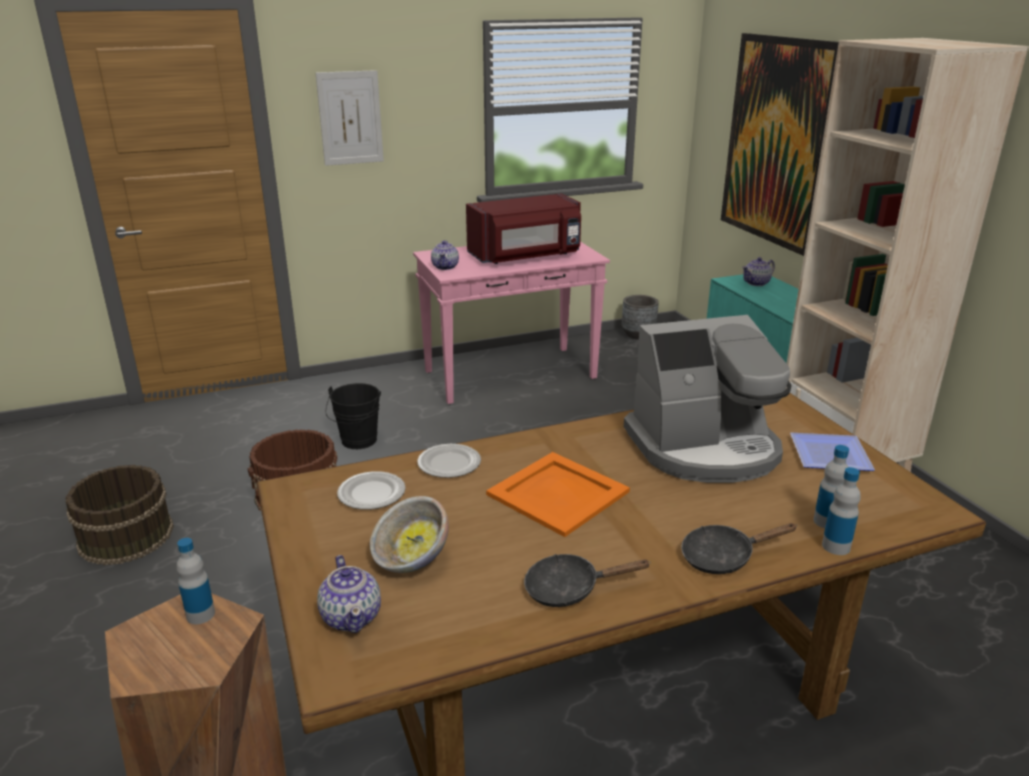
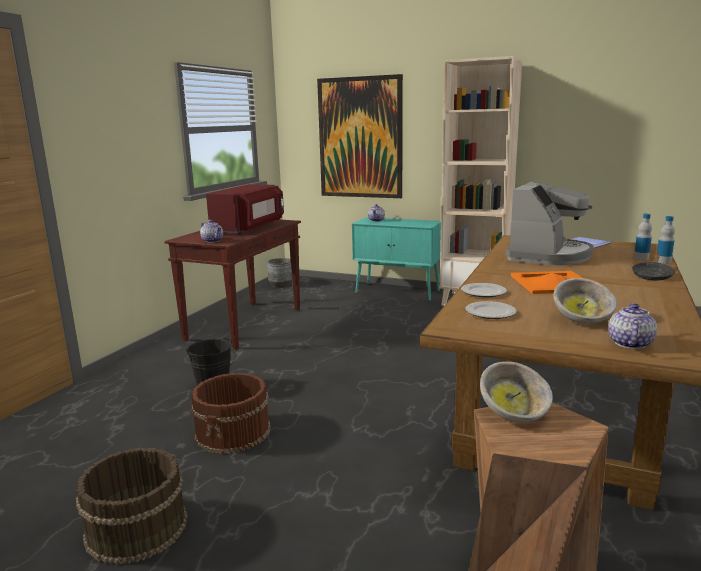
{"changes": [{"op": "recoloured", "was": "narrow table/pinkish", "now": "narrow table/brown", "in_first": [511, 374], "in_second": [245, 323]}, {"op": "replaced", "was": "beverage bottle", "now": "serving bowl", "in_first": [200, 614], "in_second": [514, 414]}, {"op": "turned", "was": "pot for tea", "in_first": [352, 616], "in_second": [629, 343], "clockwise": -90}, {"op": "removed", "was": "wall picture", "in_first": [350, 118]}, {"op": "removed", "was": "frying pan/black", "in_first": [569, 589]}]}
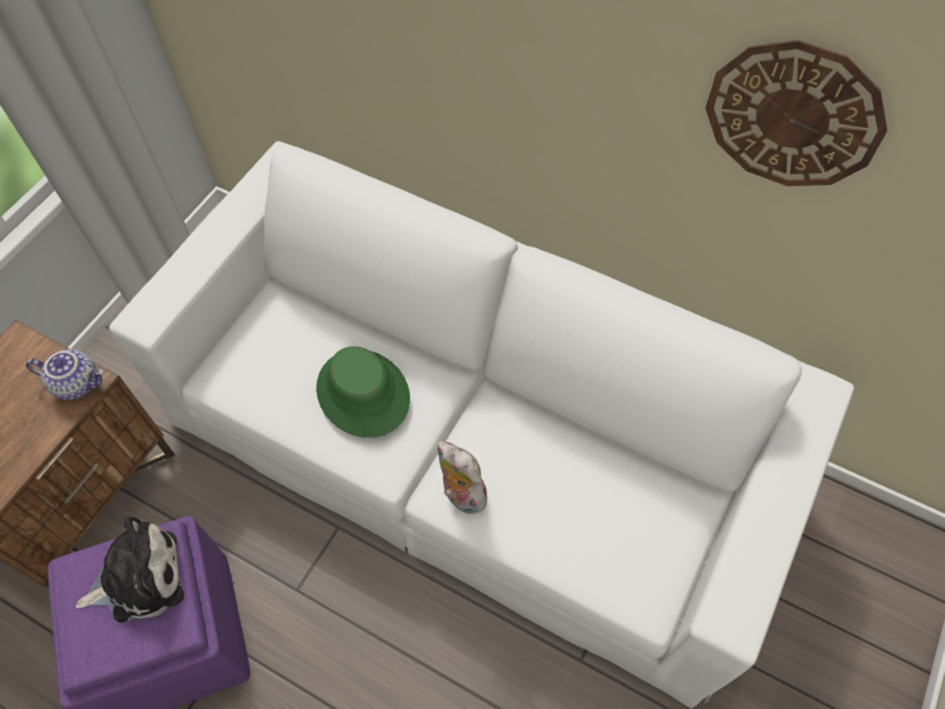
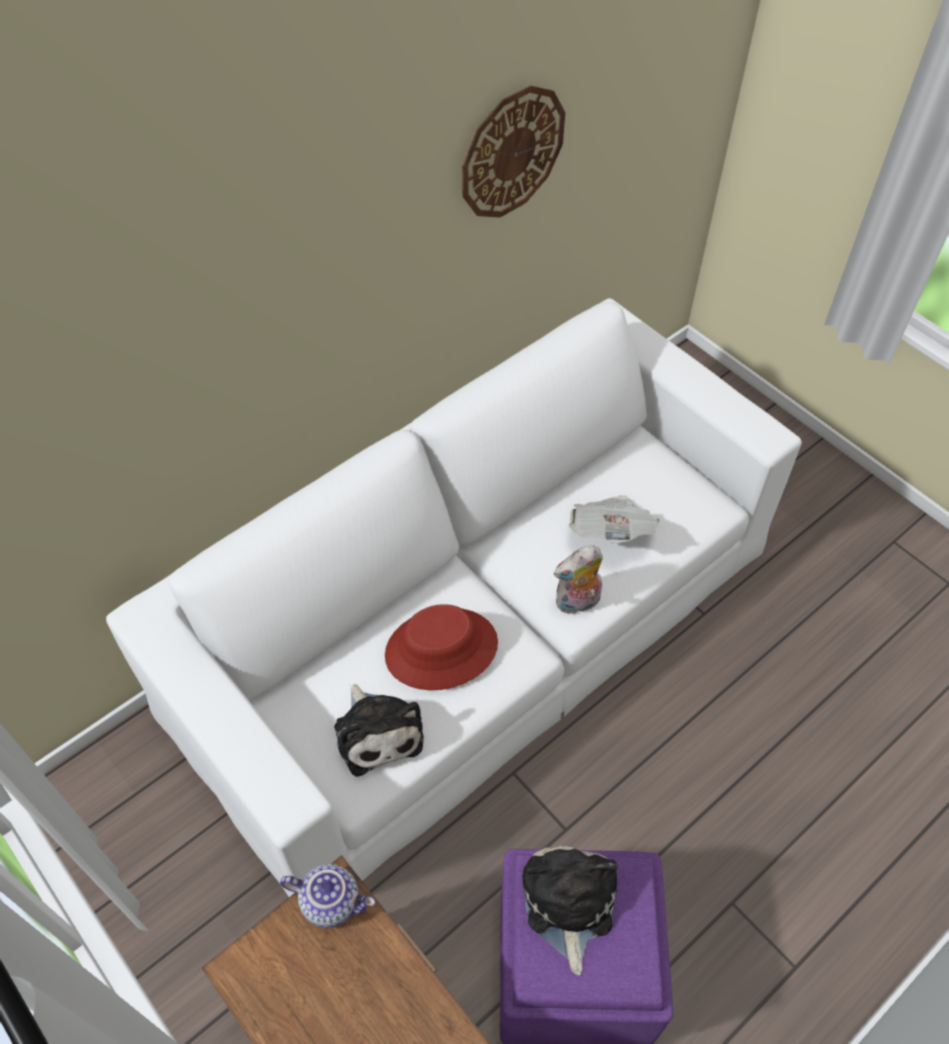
{"changes": [{"op": "turned", "was": "pot for tea", "in_first": [78, 382], "in_second": [332, 901], "clockwise": 75}, {"op": "added", "now": "plush toy", "in_second": [377, 731]}, {"op": "recoloured", "was": "hat/greenish", "now": "hat/red", "in_first": [362, 393], "in_second": [441, 650]}, {"op": "added", "now": "printed paper", "in_second": [610, 532]}]}
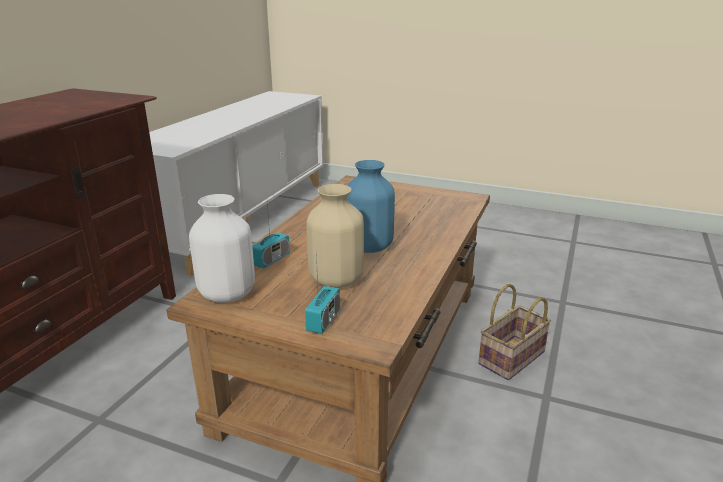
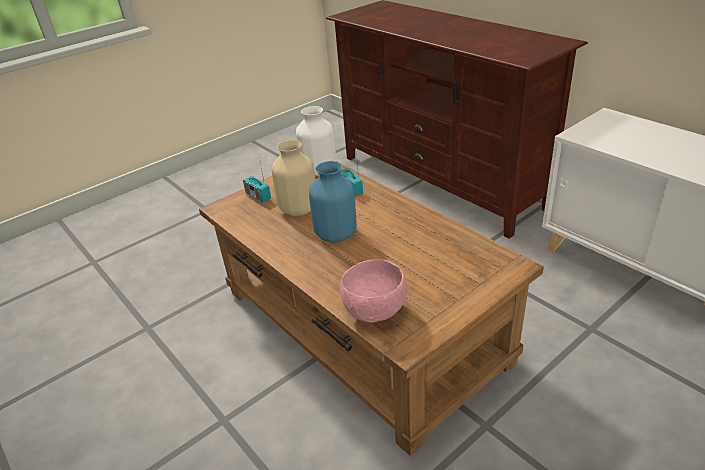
{"changes": [{"op": "added", "now": "serving bowl/pinkish", "in_second": [376, 312]}, {"op": "removed", "was": "storage basket", "in_first": [512, 359]}]}
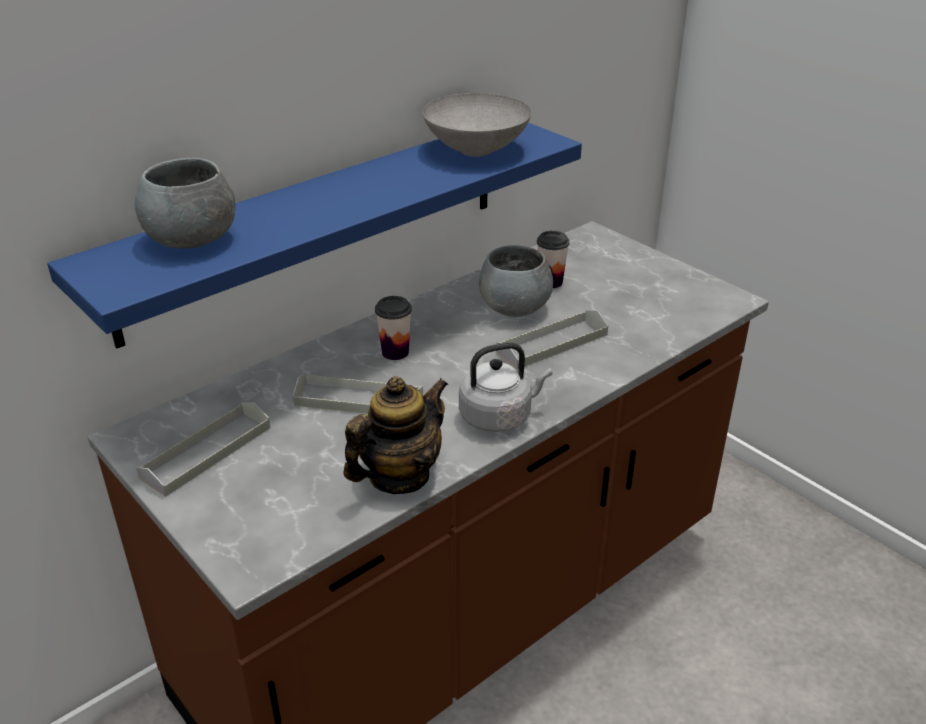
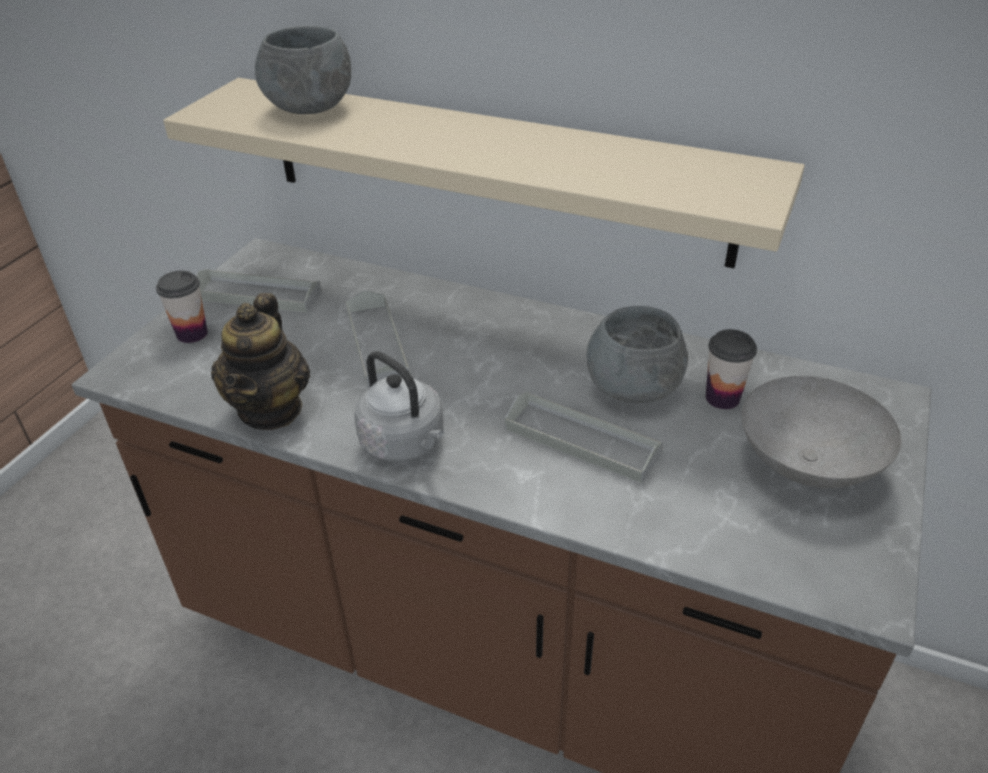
{"changes": [{"op": "moved", "was": "small cup", "in_first": [395, 352], "in_second": [192, 334]}, {"op": "recoloured", "was": "bracket shelf/bluish", "now": "bracket shelf/beige", "in_first": [319, 224], "in_second": [491, 169]}, {"op": "turned", "was": "pot for tea", "in_first": [399, 476], "in_second": [271, 409], "clockwise": 75}, {"op": "moved", "was": "serving bowl/gray", "in_first": [476, 151], "in_second": [805, 466]}]}
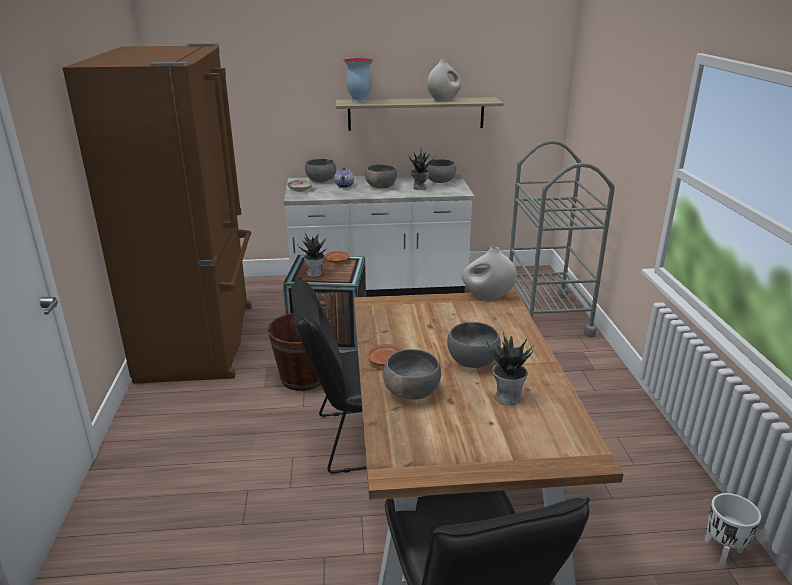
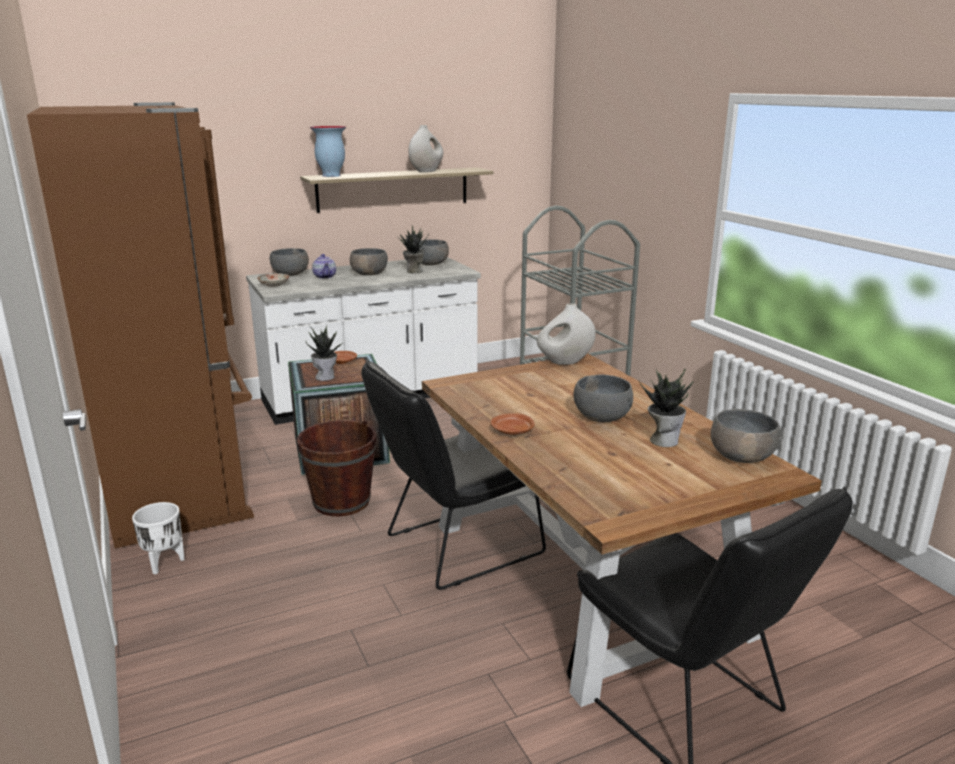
{"changes": [{"op": "moved", "was": "flower pot/white", "in_first": [722, 551], "in_second": [164, 562]}, {"op": "moved", "was": "serving bowl/gray", "in_first": [411, 392], "in_second": [741, 457]}]}
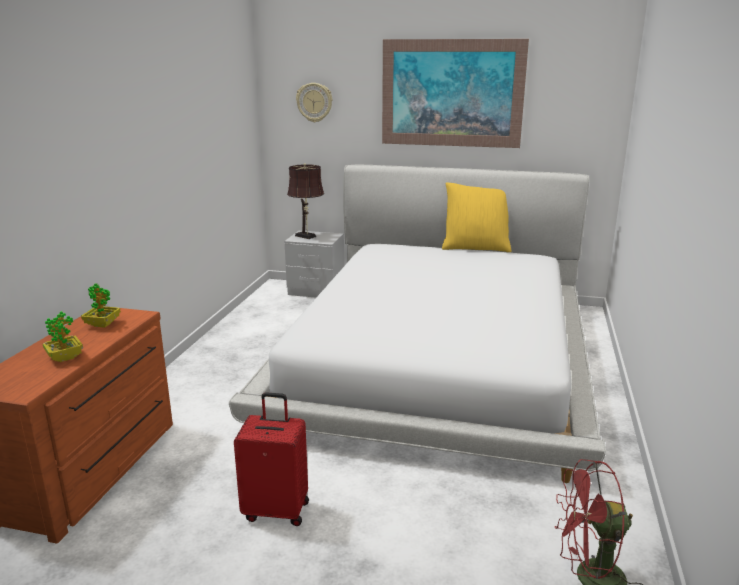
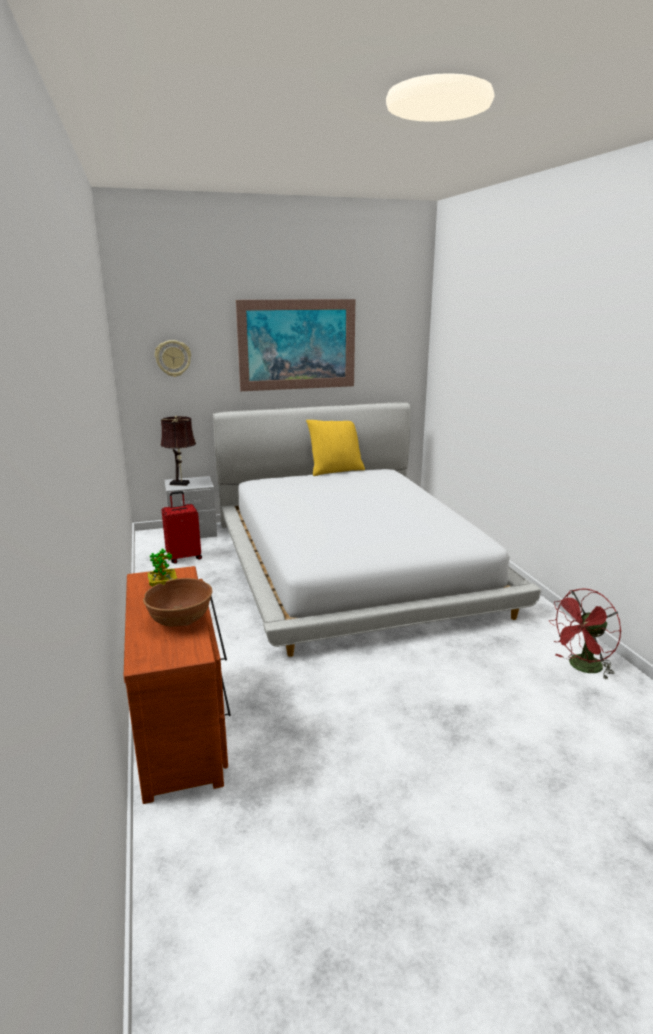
{"changes": [{"op": "replaced", "was": "plant in a pot", "now": "serving bowl/brown", "in_first": [65, 358], "in_second": [180, 620]}, {"op": "moved", "was": "travel case/red", "in_first": [277, 510], "in_second": [184, 557]}]}
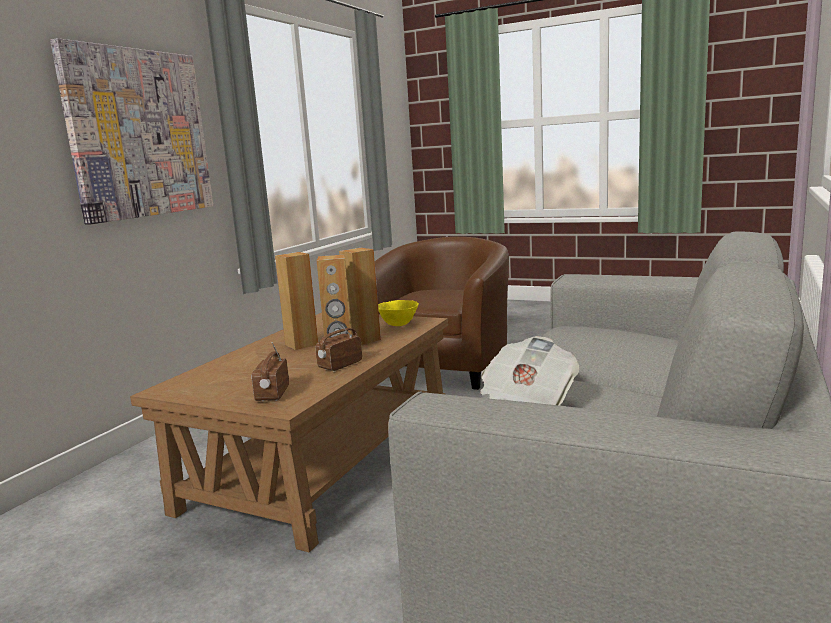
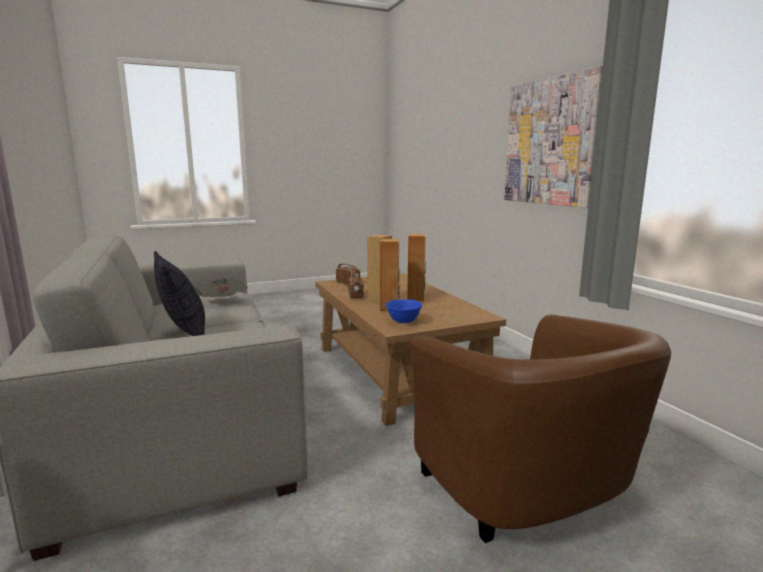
{"changes": [{"op": "added", "now": "pillow", "in_second": [184, 335]}, {"op": "recoloured", "was": "serving bowl/yellowish", "now": "serving bowl/bluish", "in_first": [399, 325], "in_second": [403, 322]}]}
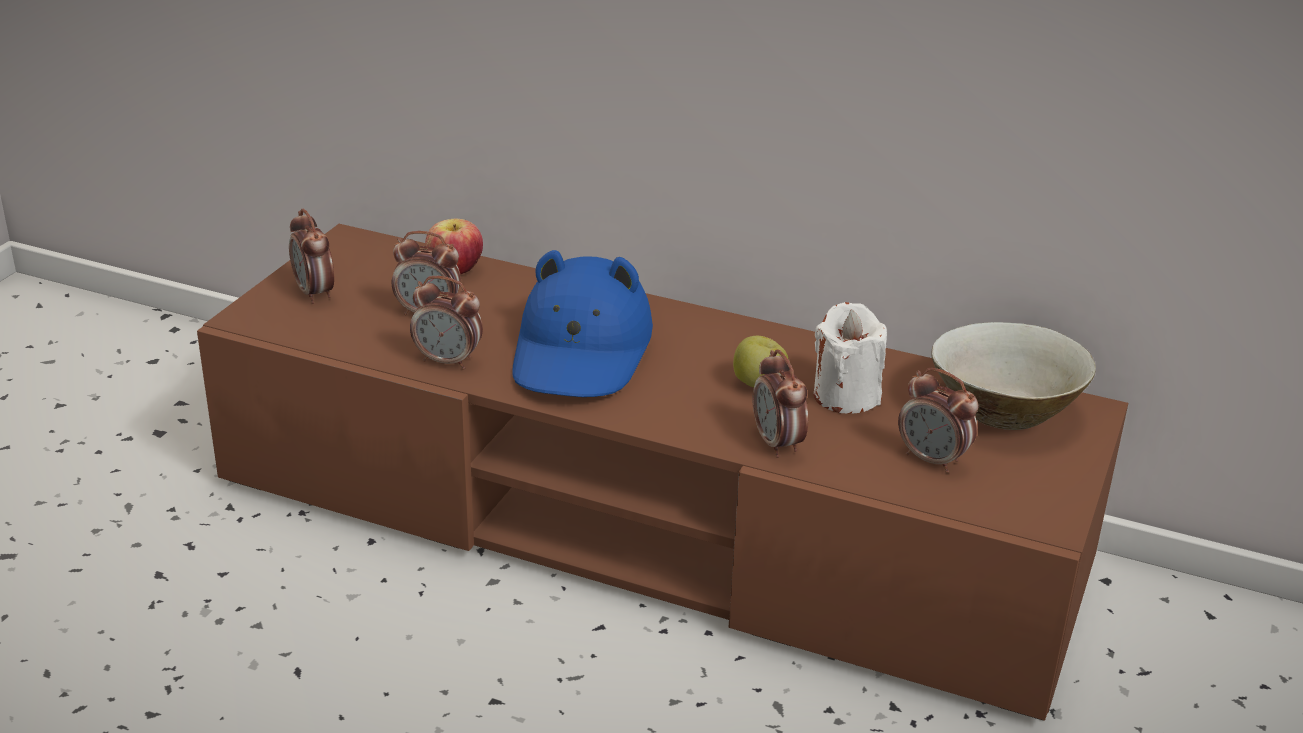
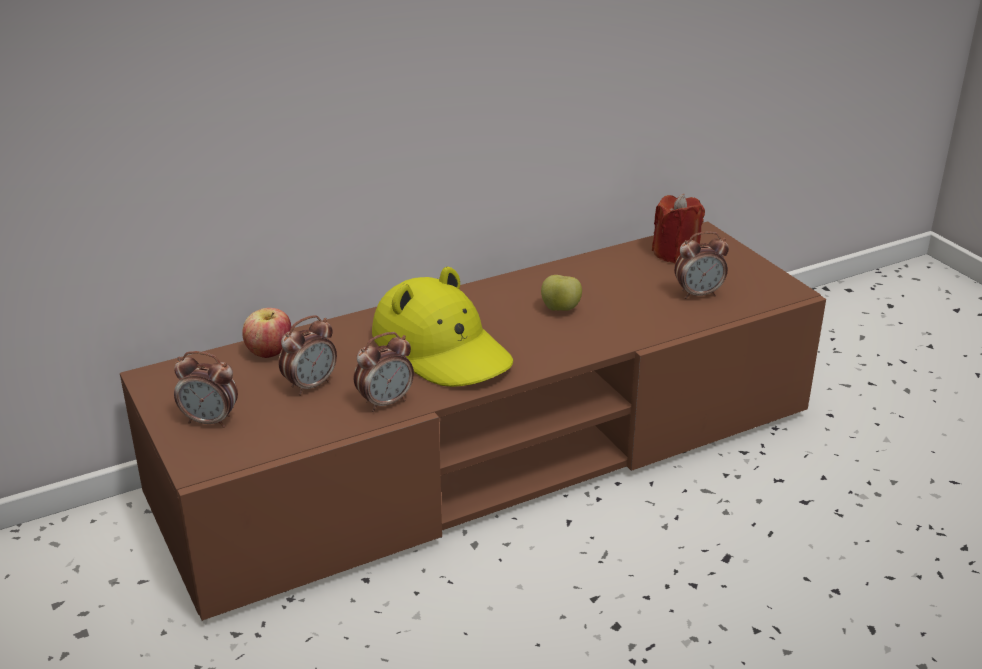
{"changes": [{"op": "recoloured", "was": "hat/bluish", "now": "hat/yellowish", "in_first": [582, 351], "in_second": [442, 349]}, {"op": "replaced", "was": "serving bowl/beige", "now": "wax candle/red", "in_first": [1004, 410], "in_second": [675, 254]}, {"op": "removed", "was": "alarm clock", "in_first": [777, 444]}, {"op": "removed", "was": "wax candle/white", "in_first": [846, 396]}]}
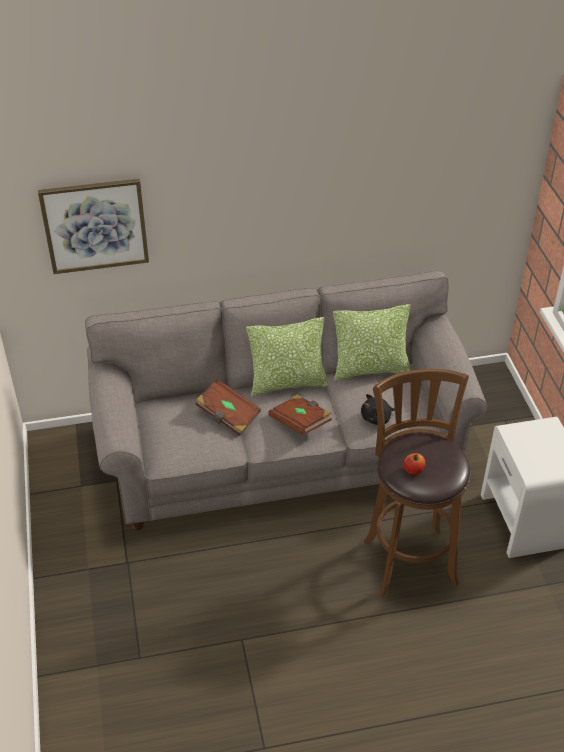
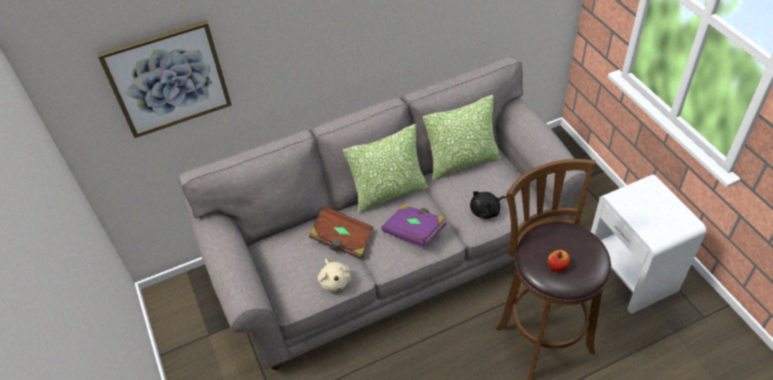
{"changes": [{"op": "added", "now": "plush toy/beige", "in_second": [335, 280]}, {"op": "recoloured", "was": "book/brown", "now": "book/purple", "in_first": [300, 423], "in_second": [414, 232]}]}
